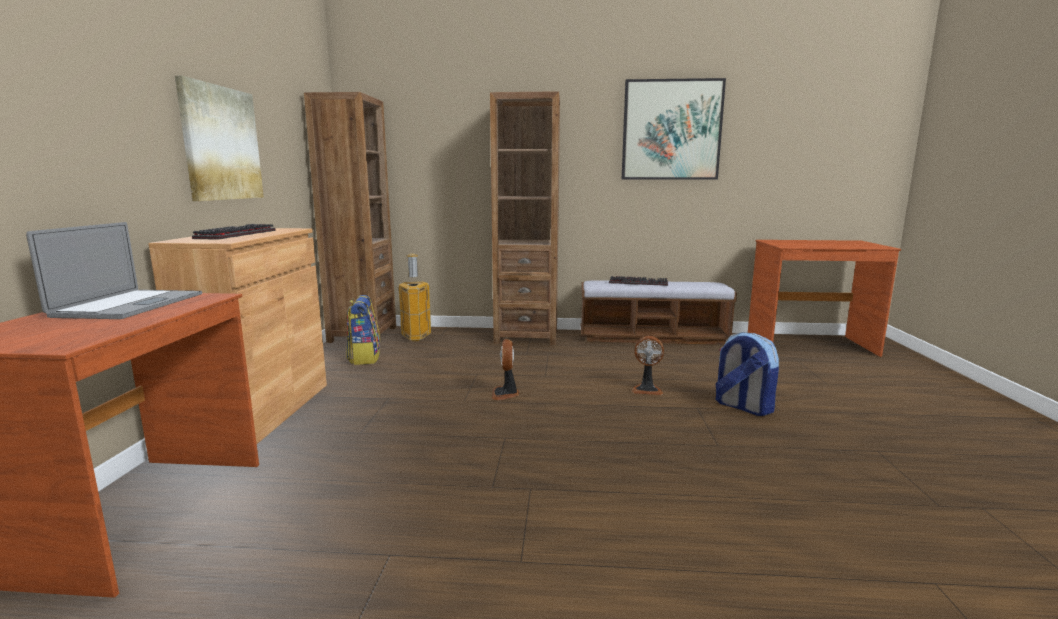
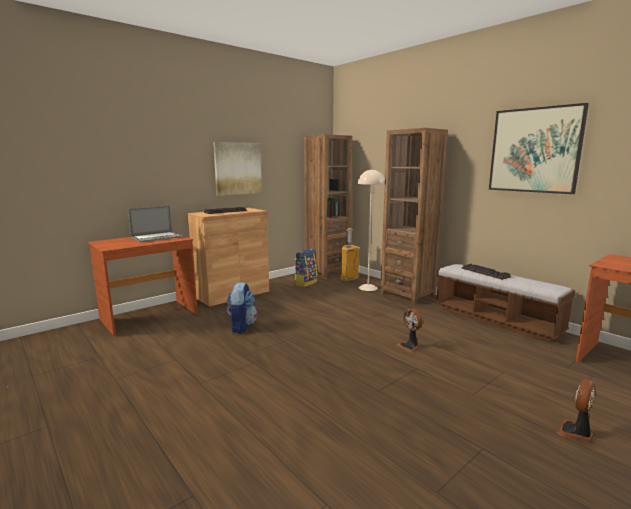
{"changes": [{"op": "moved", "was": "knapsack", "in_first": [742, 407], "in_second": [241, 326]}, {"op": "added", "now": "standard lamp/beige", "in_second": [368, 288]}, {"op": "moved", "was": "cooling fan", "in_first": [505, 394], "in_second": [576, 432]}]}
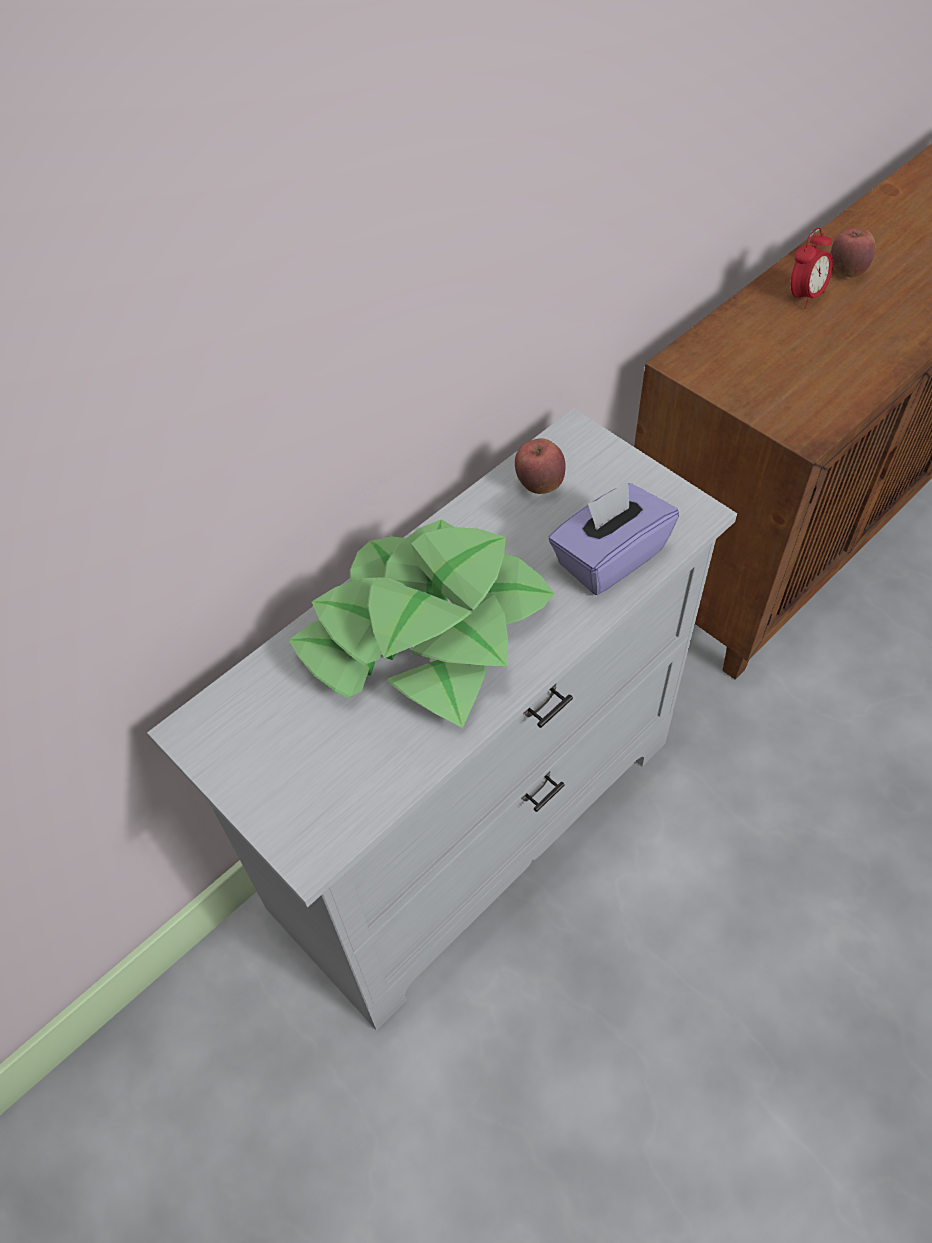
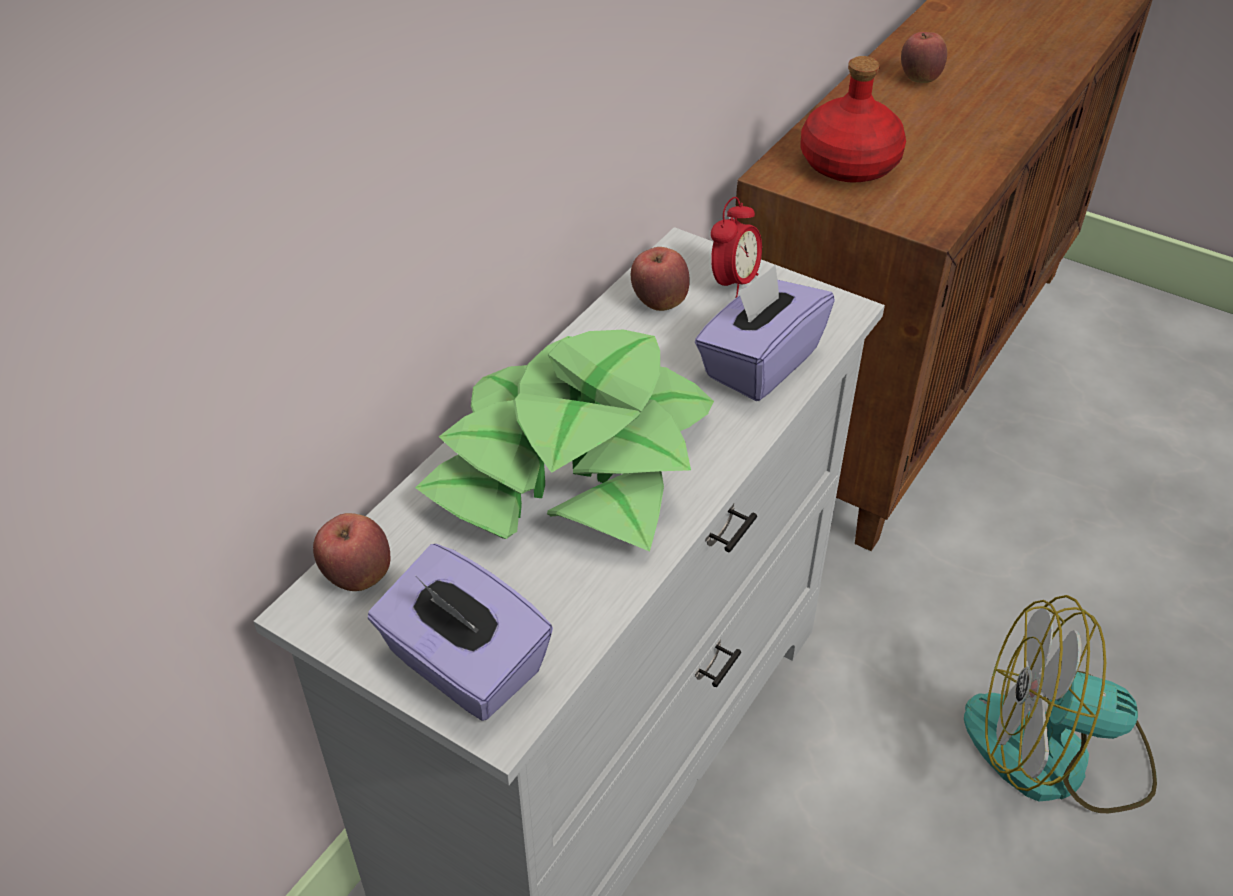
{"changes": [{"op": "added", "now": "whole apple", "in_second": [357, 577]}, {"op": "added", "now": "box of tissues/purple", "in_second": [464, 665]}, {"op": "moved", "was": "alarm clock", "in_first": [805, 296], "in_second": [734, 283]}, {"op": "added", "now": "beverage bottle/red", "in_second": [848, 163]}, {"op": "added", "now": "cooling fan", "in_second": [1056, 753]}]}
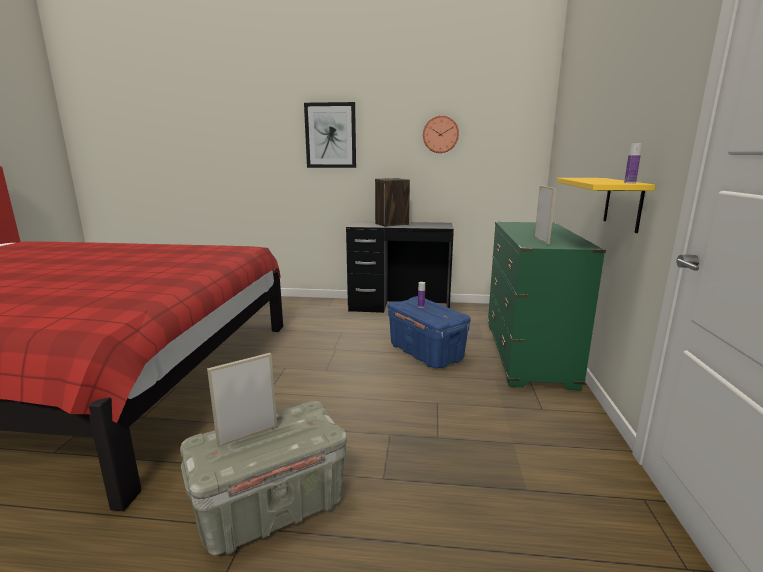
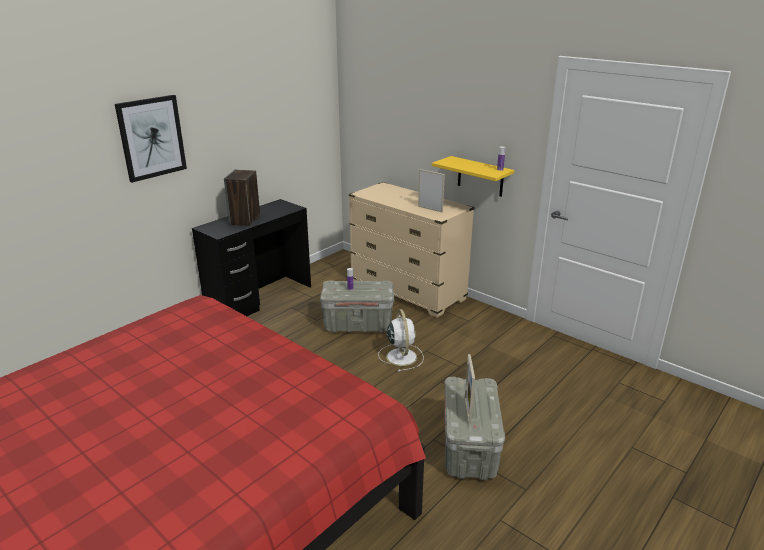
{"changes": [{"op": "recoloured", "was": "storage box/bluish", "now": "storage box/gray", "in_first": [426, 353], "in_second": [358, 324]}, {"op": "recoloured", "was": "drawer chest/greenish", "now": "drawer chest/beige", "in_first": [527, 354], "in_second": [408, 291]}, {"op": "added", "now": "cooling fan/white", "in_second": [401, 356]}, {"op": "removed", "was": "wall clock", "in_first": [440, 134]}]}
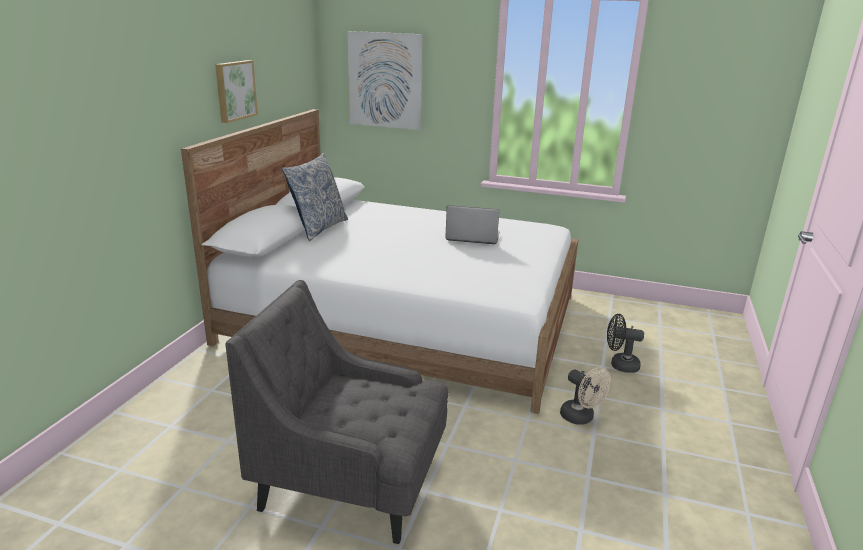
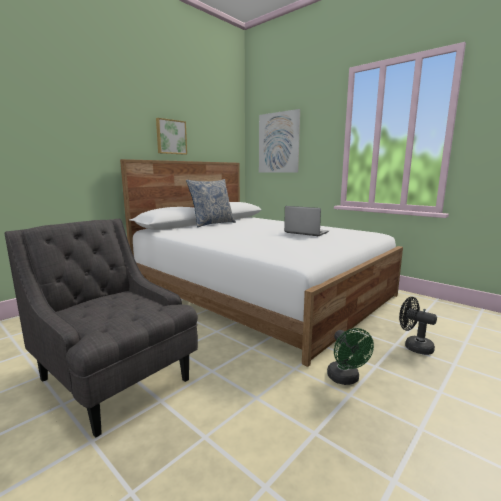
{"changes": [{"op": "recoloured", "was": "cooling fan/beige", "now": "cooling fan/greenish", "in_first": [581, 418], "in_second": [346, 379]}]}
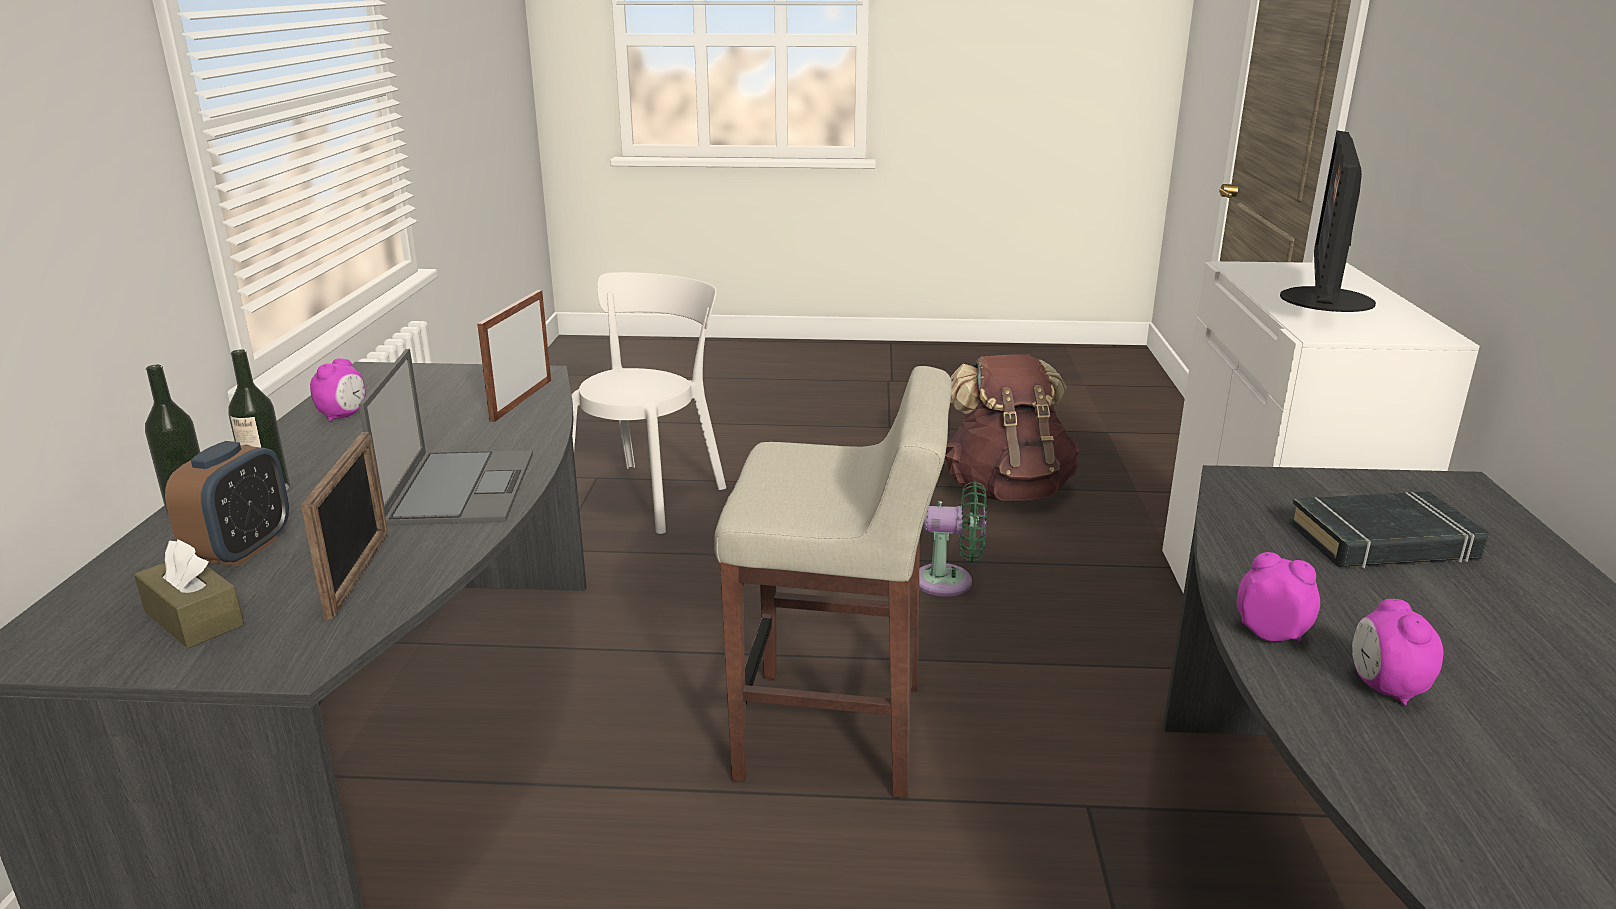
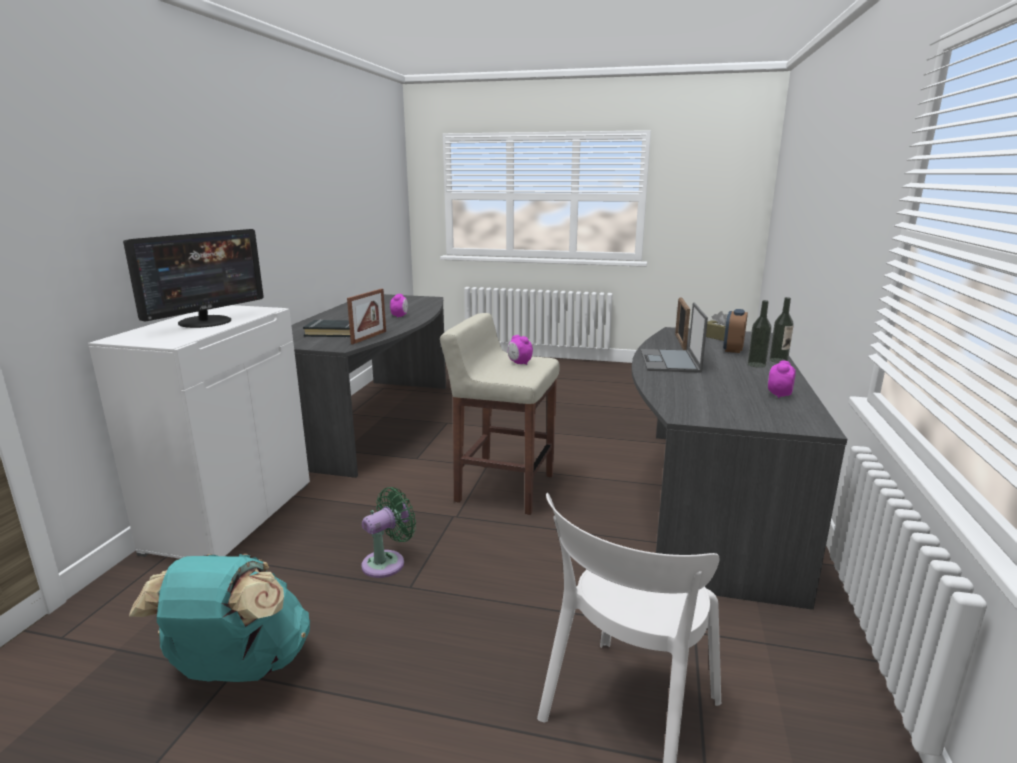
{"changes": [{"op": "recoloured", "was": "knapsack/brown", "now": "knapsack/turquoise-coloured", "in_first": [1006, 489], "in_second": [238, 669]}, {"op": "moved", "was": "standing frame", "in_first": [521, 400], "in_second": [369, 337]}, {"op": "turned", "was": "cooling fan/greenish", "in_first": [950, 581], "in_second": [387, 562], "clockwise": 120}, {"op": "moved", "was": "alarm clock", "in_first": [1271, 633], "in_second": [519, 363]}]}
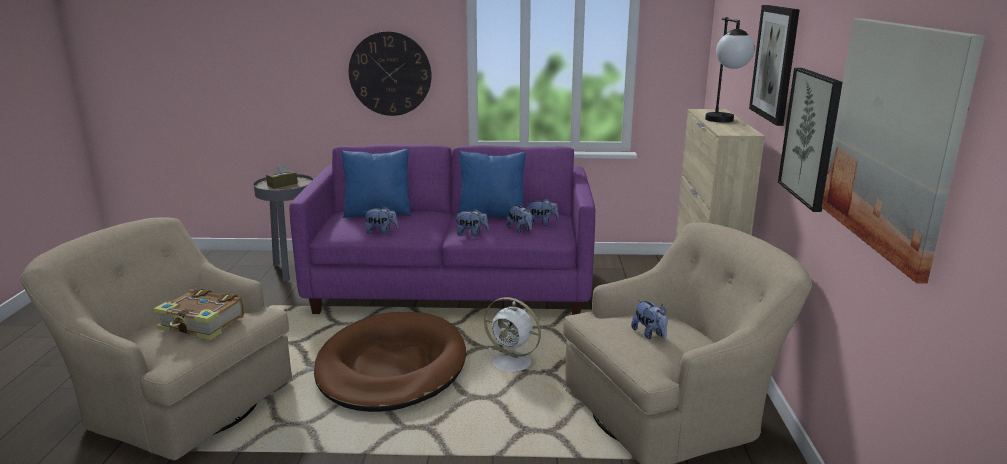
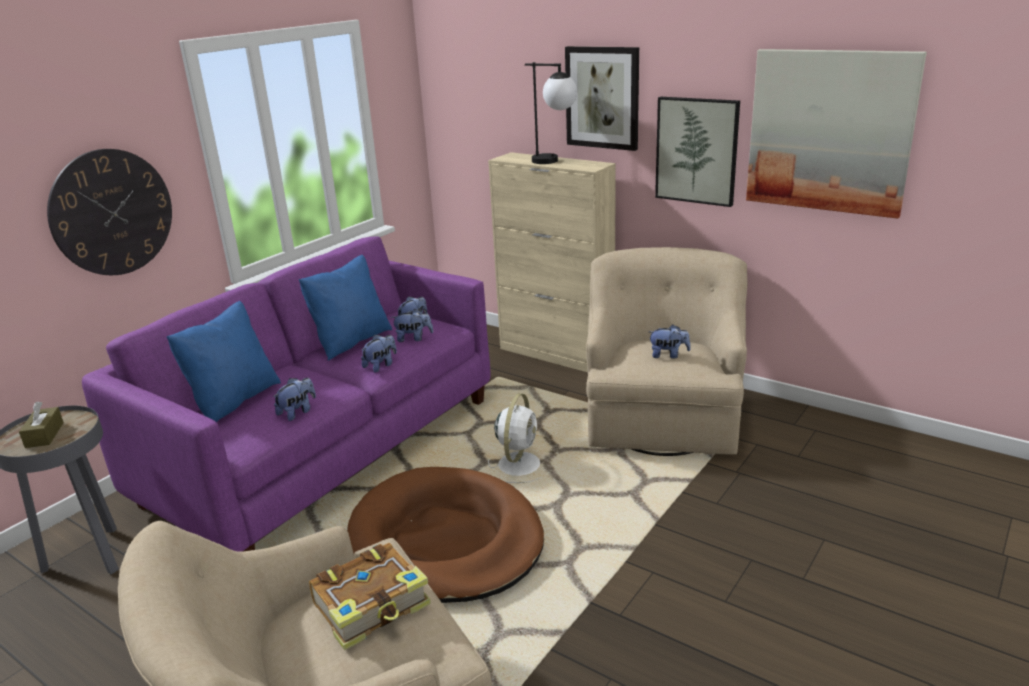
{"changes": [{"op": "turned", "was": "cooling fan/white", "in_first": [513, 363], "in_second": [519, 463], "clockwise": -45}]}
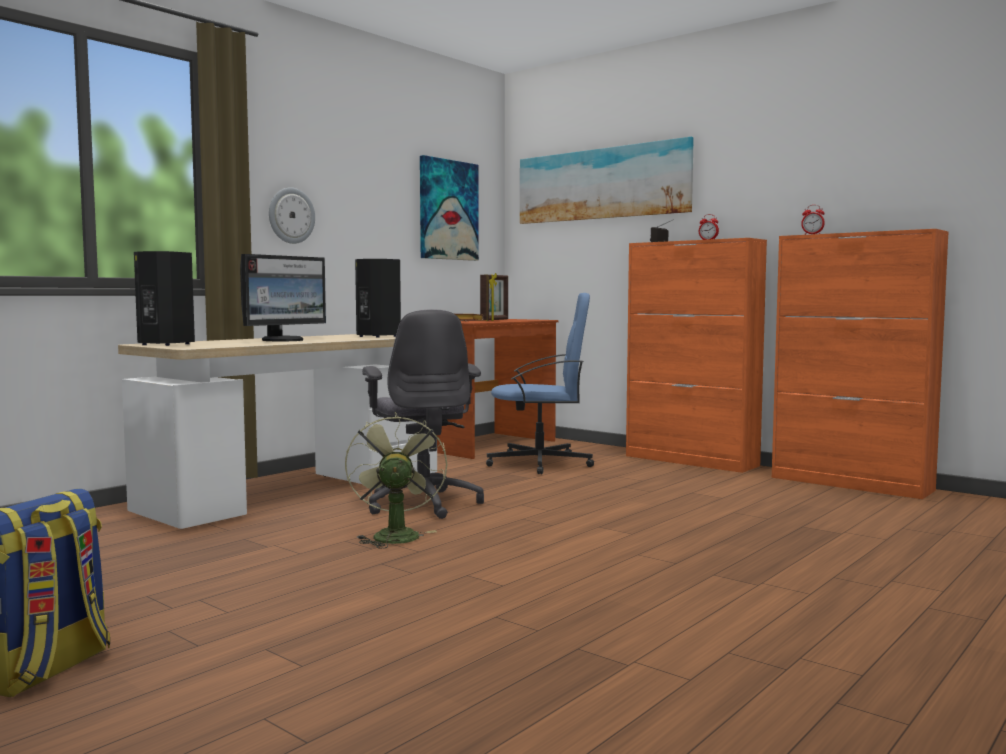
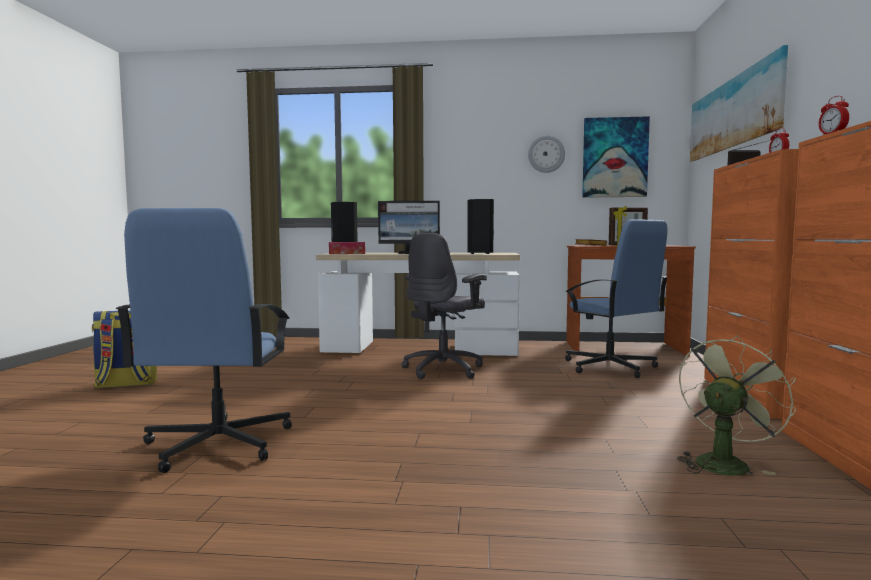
{"changes": [{"op": "added", "now": "desk chair/bluish", "in_second": [217, 444]}, {"op": "added", "now": "box of tissues", "in_second": [346, 253]}, {"op": "moved", "was": "wall clock", "in_first": [291, 215], "in_second": [546, 154]}, {"op": "moved", "was": "cooling fan/greenish", "in_first": [394, 535], "in_second": [724, 462]}]}
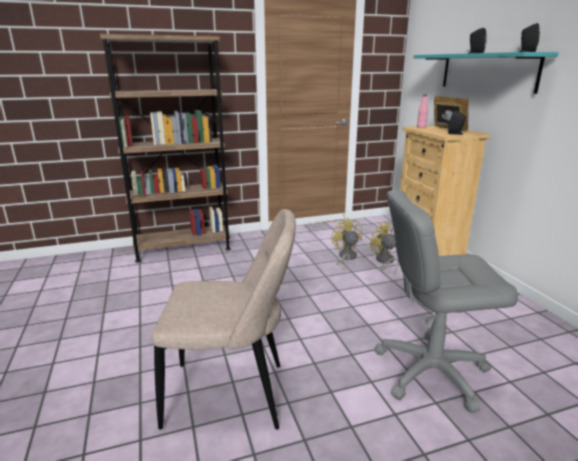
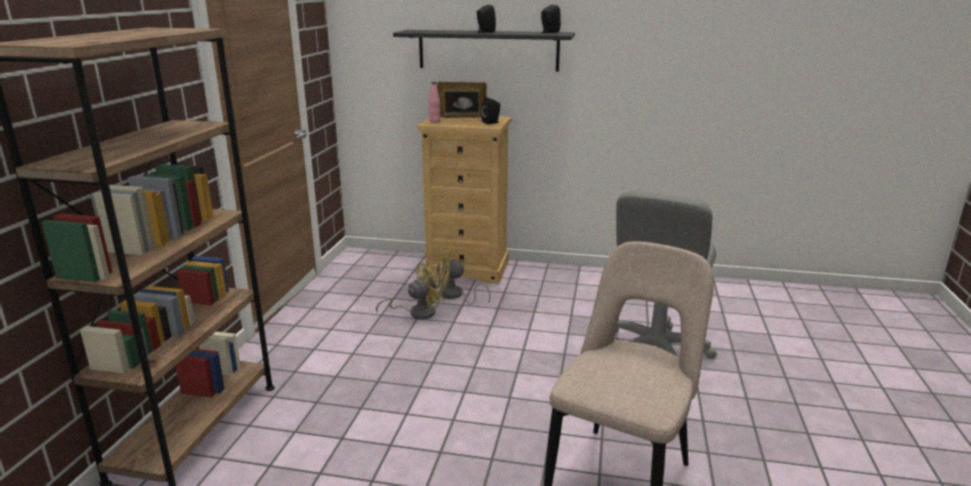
{"changes": [{"op": "turned", "was": "cooling fan/yellowish", "in_first": [346, 257], "in_second": [417, 313], "clockwise": 135}, {"op": "recoloured", "was": "bracket shelf/turquoise-coloured", "now": "bracket shelf/black", "in_first": [487, 72], "in_second": [488, 50]}]}
